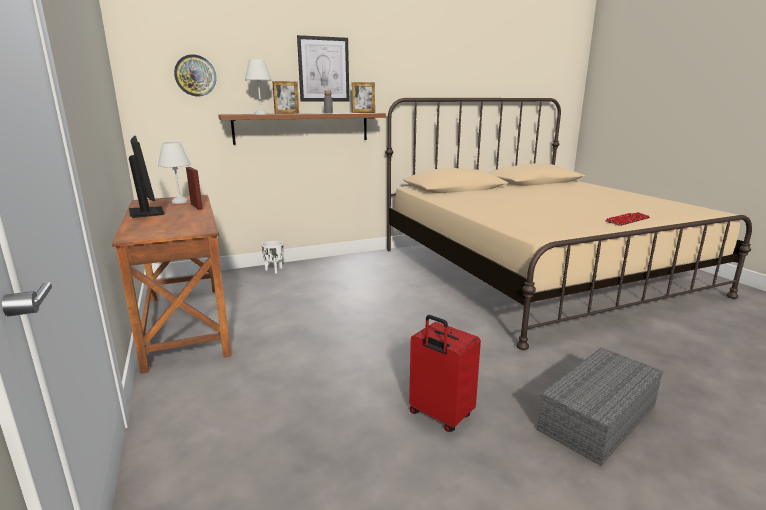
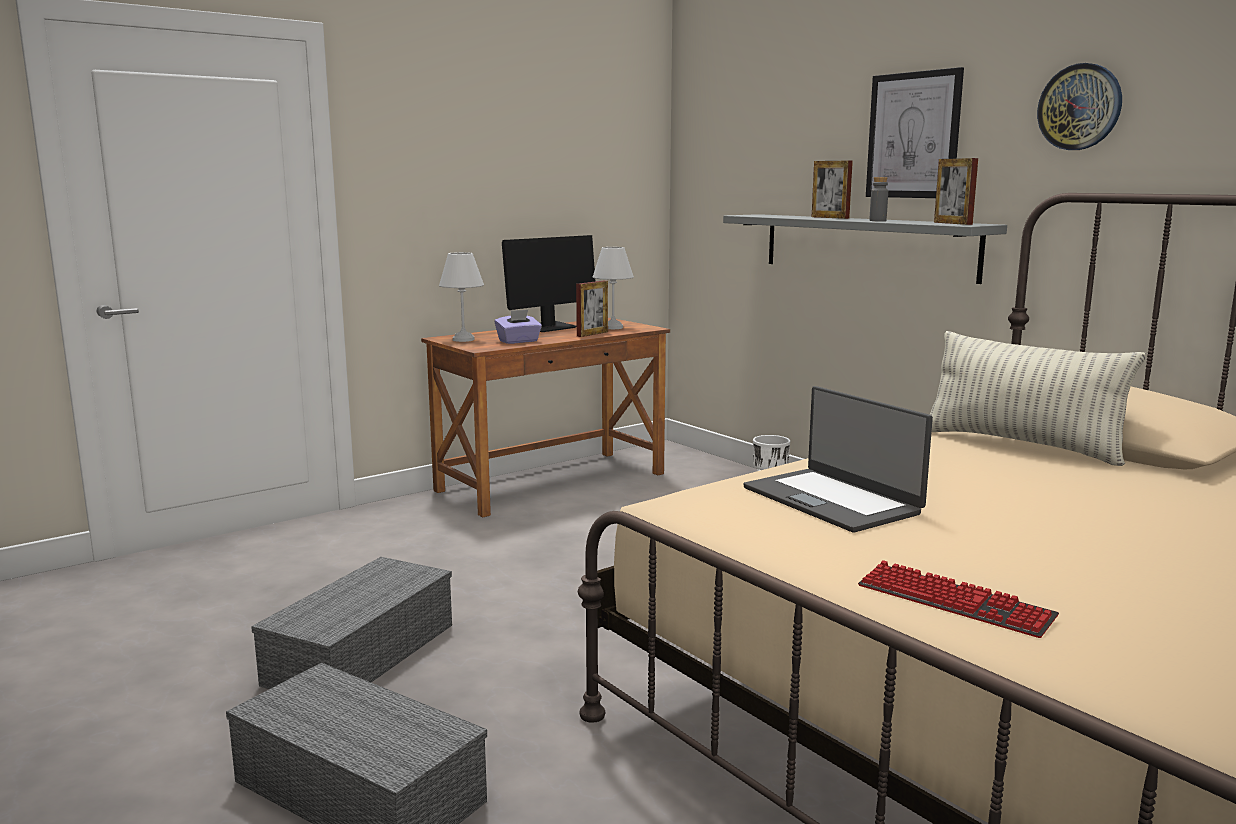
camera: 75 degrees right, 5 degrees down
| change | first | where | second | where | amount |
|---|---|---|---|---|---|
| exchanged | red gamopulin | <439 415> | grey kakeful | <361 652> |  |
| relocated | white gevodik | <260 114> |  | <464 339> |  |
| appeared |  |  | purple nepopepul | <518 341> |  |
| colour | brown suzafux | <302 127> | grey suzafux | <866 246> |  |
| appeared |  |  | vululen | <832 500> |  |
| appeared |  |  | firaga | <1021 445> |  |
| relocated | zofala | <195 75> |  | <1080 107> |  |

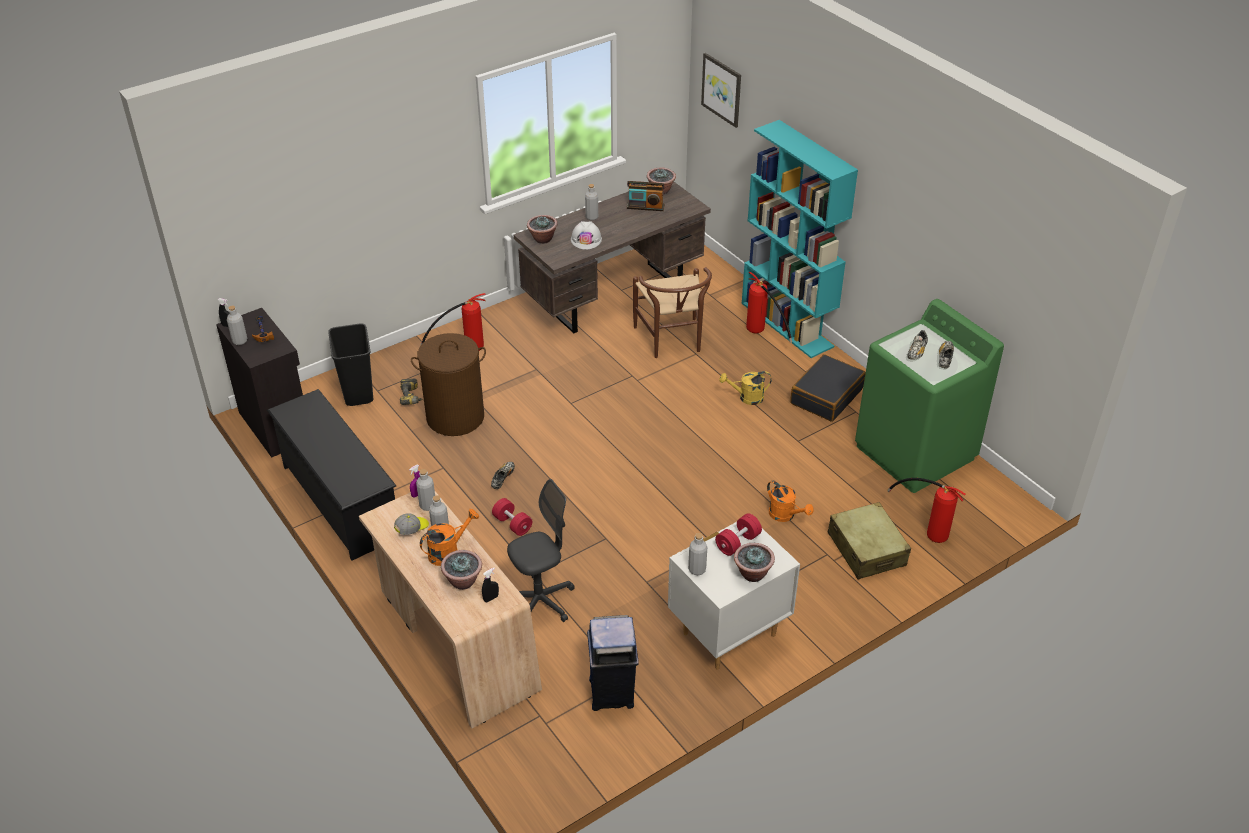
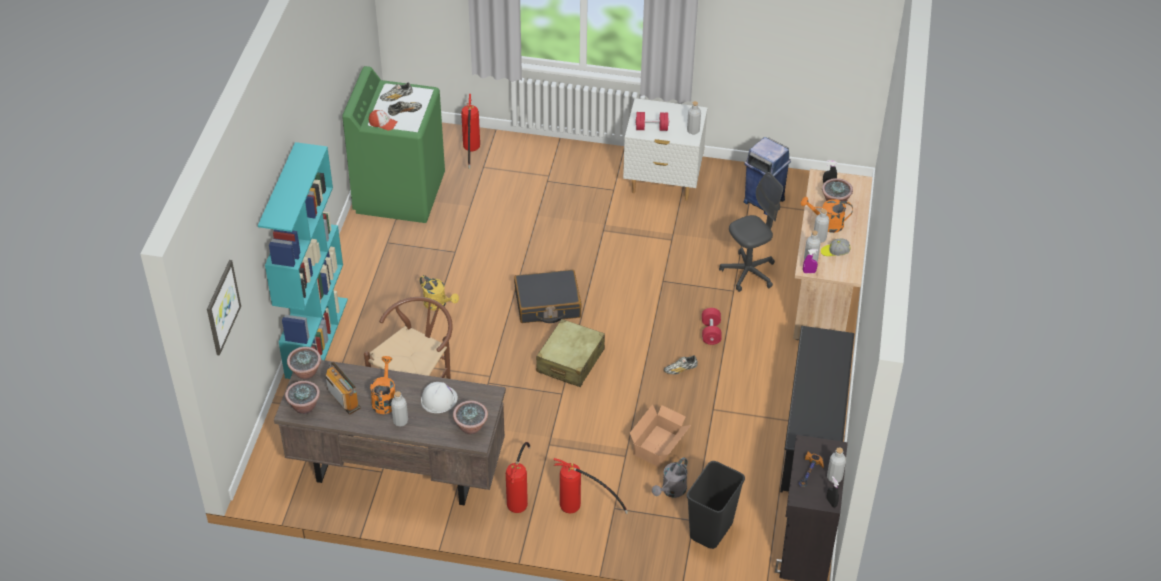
camera: 135 degrees left, 5 degrees up
| change | first | where | second | where | amount |
|---|---|---|---|---|---|
| relocated | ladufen | <752 573> |  | <306 373> |  |
| appeared |  |  | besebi | <383 123> |  |
| relocated | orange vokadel | <785 515> |  | <384 399> |  |
| relocated | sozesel | <761 334> |  | <520 496> |  |
| relocated | black gamopulin | <826 396> |  | <547 304> |  |
| relocated | beige gamopulin | <866 549> |  | <570 361> |  |
| exchanged | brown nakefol | <455 417> | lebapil | <659 446> |  |
| exchanged | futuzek | <413 397> | grey vokadel | <671 491> |  |
| spun | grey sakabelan | <540 601> |  | <748 272> | 135 degrees clockwise |

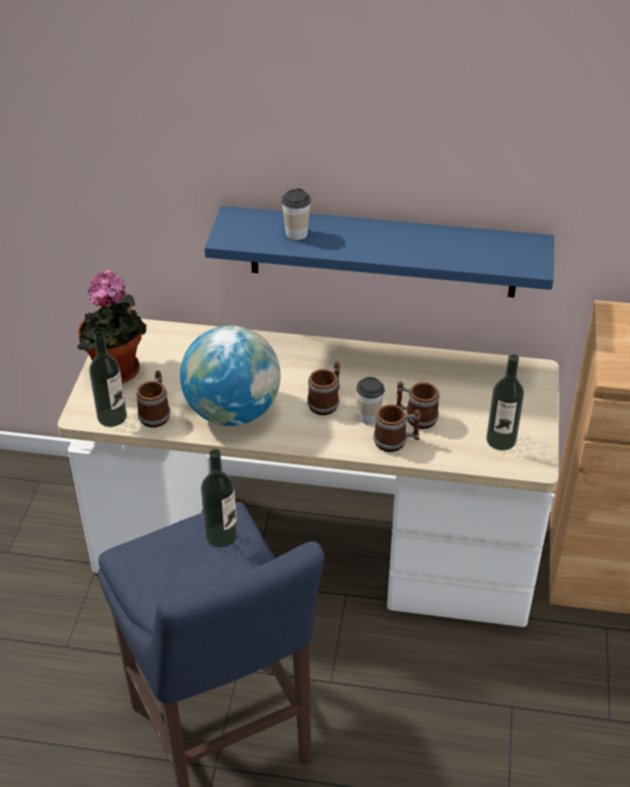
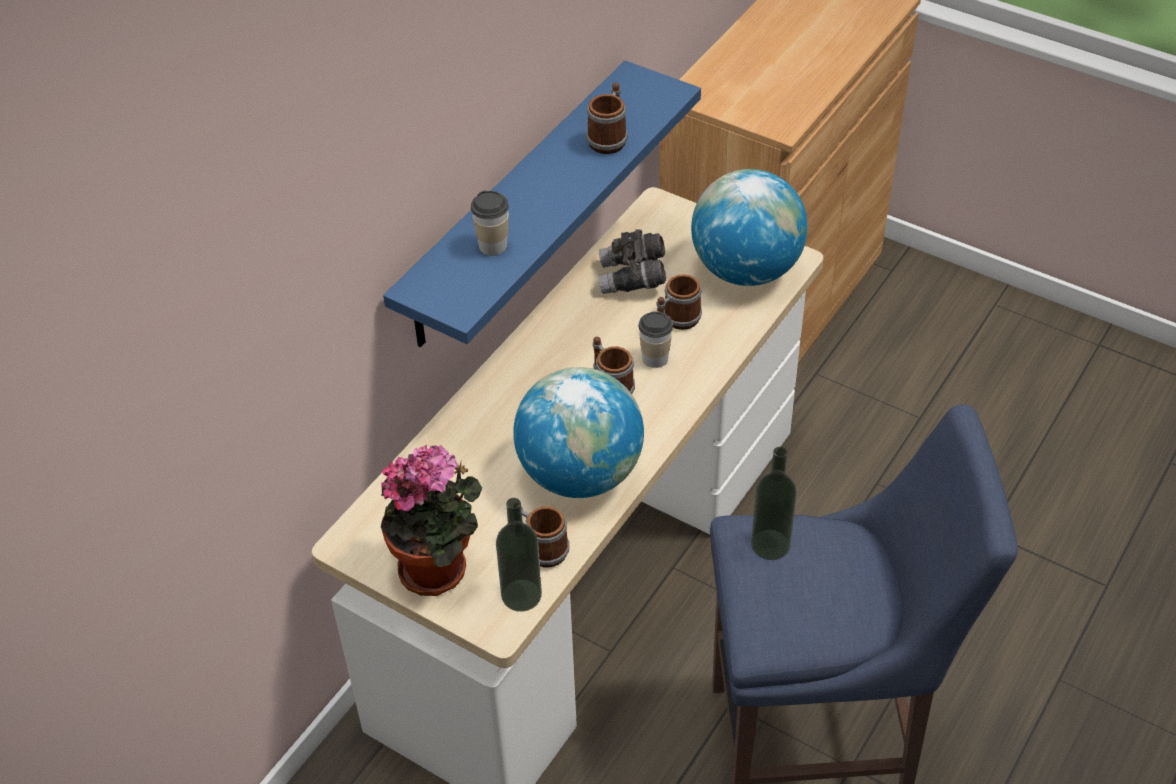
camera: 65 degrees left, 5 degrees up
| change | first | where | second | where | amount |
|---|---|---|---|---|---|
| relocated | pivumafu | <396 441> |  | <609 138> |  |
| appeared |  |  | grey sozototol | <632 278> |  |
| exchanged | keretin | <501 440> | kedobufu | <745 270> |  |

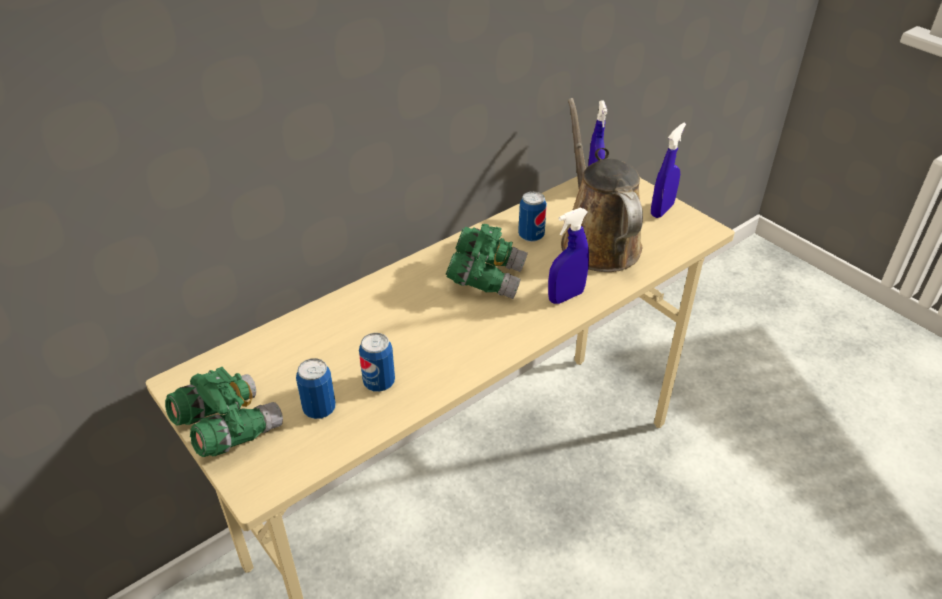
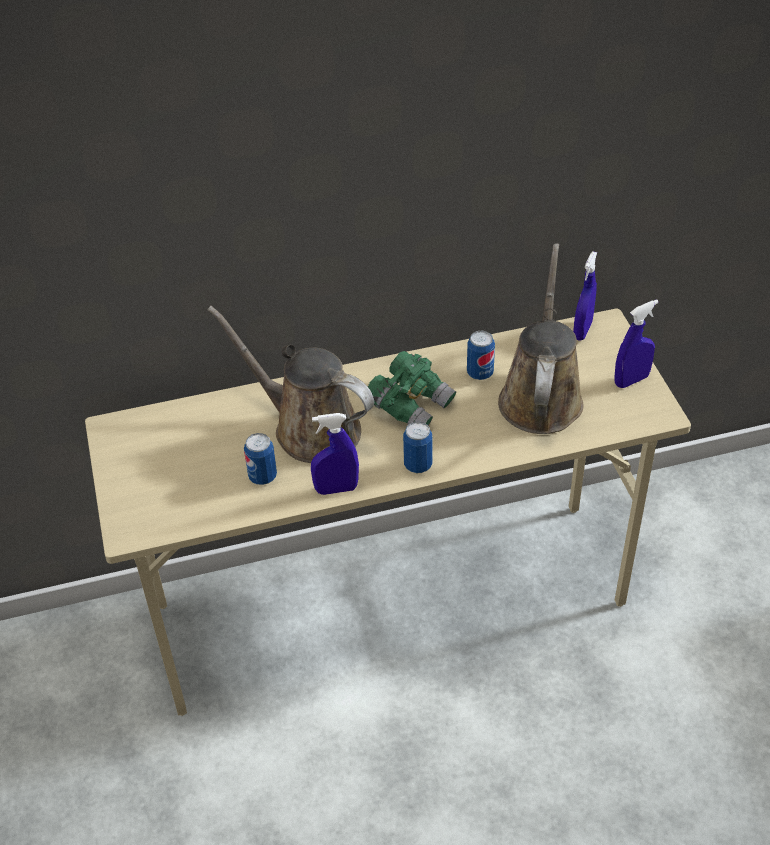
camera: 25 degrees right, 5 degrees up
| change | first | where | second | where | amount |
|---|---|---|---|---|---|
| appeared |  |  | brown vokadel | <309 428> |  |
| relocated | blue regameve | <566 296> |  | <336 489> |  |
| relocated | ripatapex | <319 409> |  | <418 465> |  |
| missing | green sozototol | <227 428> |  |  |  |

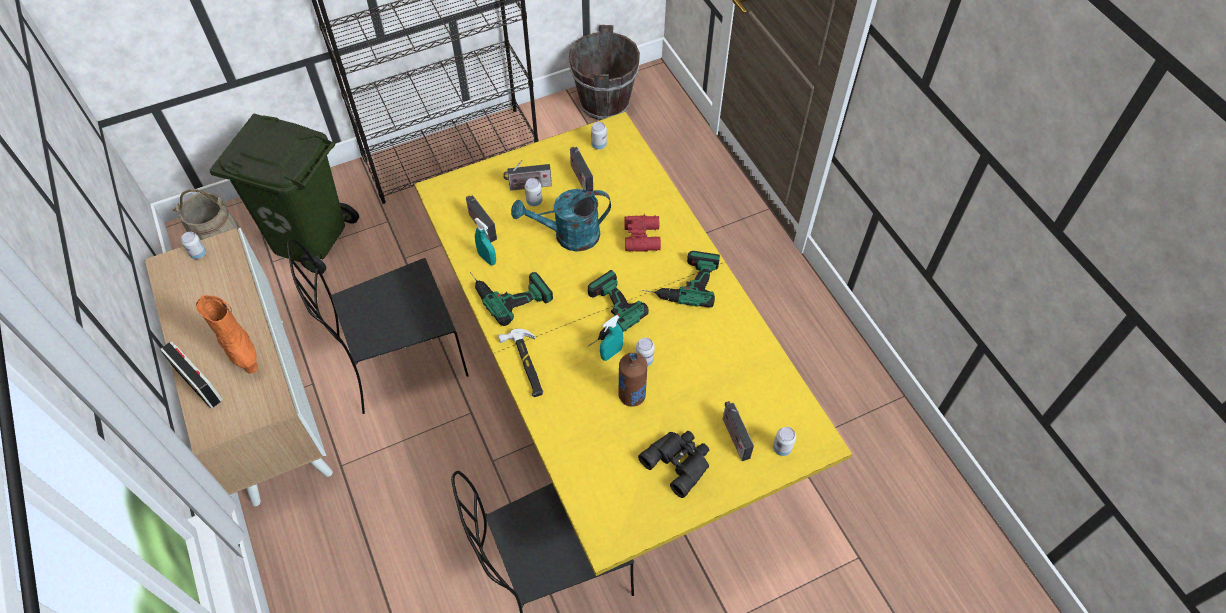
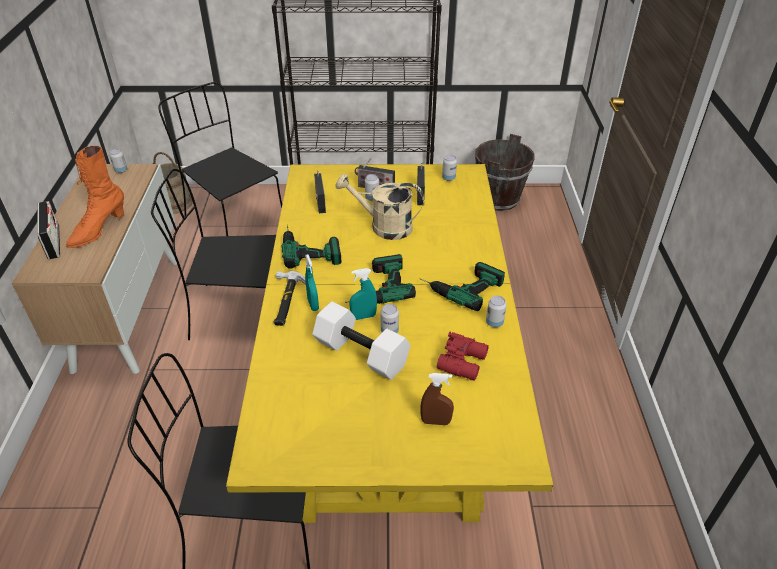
camera: 25 degrees right, 15 degrees down
| change | first | where | second | where | amount |
|---|---|---|---|---|---|
| spun | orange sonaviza | <239 348> |  | <98 230> | 135 degrees counterclockwise |
| exchanged | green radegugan | <310 237> | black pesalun | <233 219> |  |
| relocated | turquoise regameve | <487 258> |  | <313 304> |  |
| exchanged | brown keretin | <632 396> | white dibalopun | <359 354> |  |
| colour | turquoise vokadel | <568 236> | beige vokadel | <383 227> |  |
| exchanged | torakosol | <734 436> | brown regameve | <435 421> |  |
| relocated | red sozototol | <643 237> |  | <463 362> |  |
| relocated | ripatapex | <782 448> |  | <494 323> |  |
| missing | black sozototol | <679 461> |  |  |  |

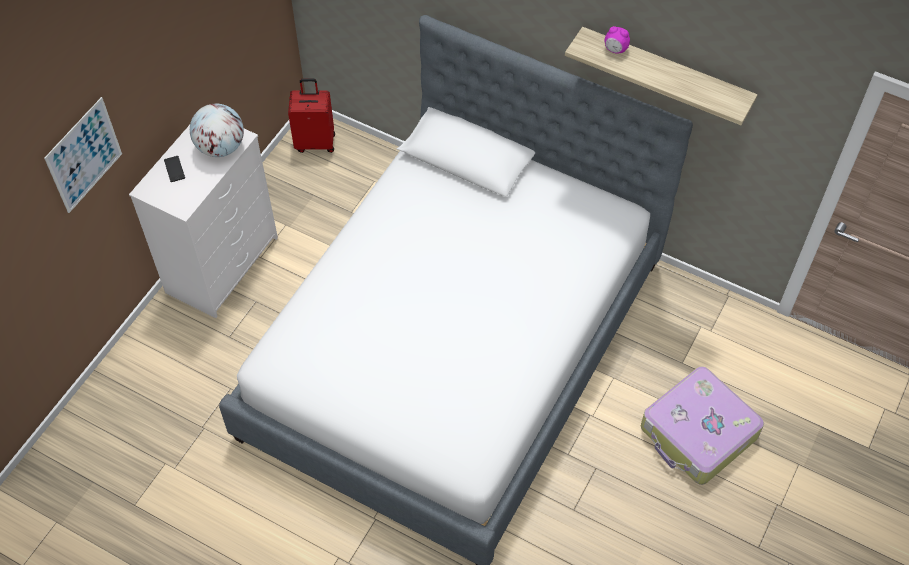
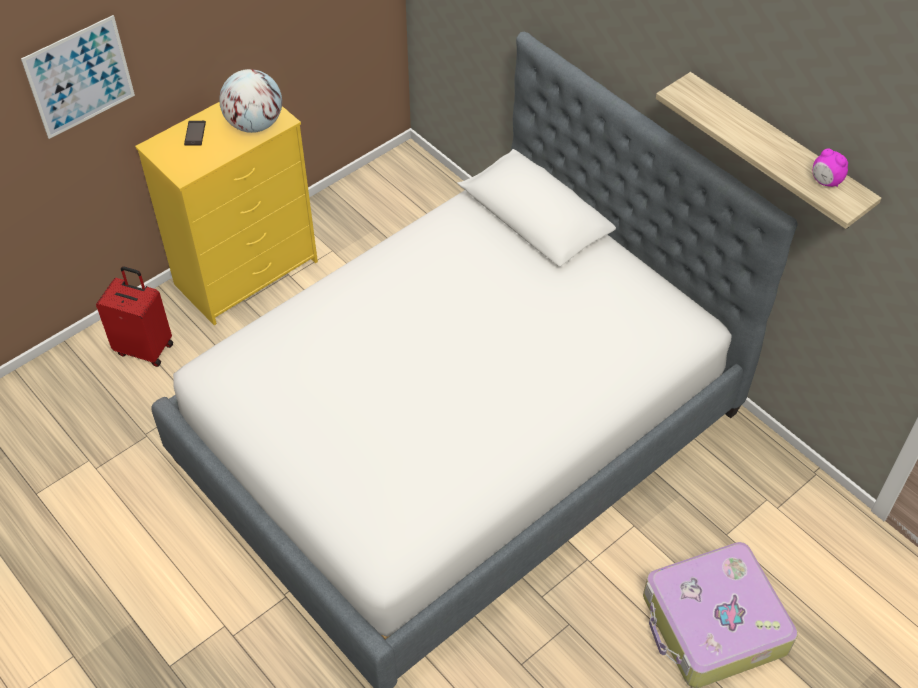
camera: 20 degrees right, 5 degrees down
| change | first | where | second | where | amount |
|---|---|---|---|---|---|
| relocated | red gamopulin | <315 142> |  | <145 348> |  |
| colour | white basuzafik | <223 264> | yellow basuzafik | <247 272> |  |
| relocated | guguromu | <615 50> |  | <825 182> |  |

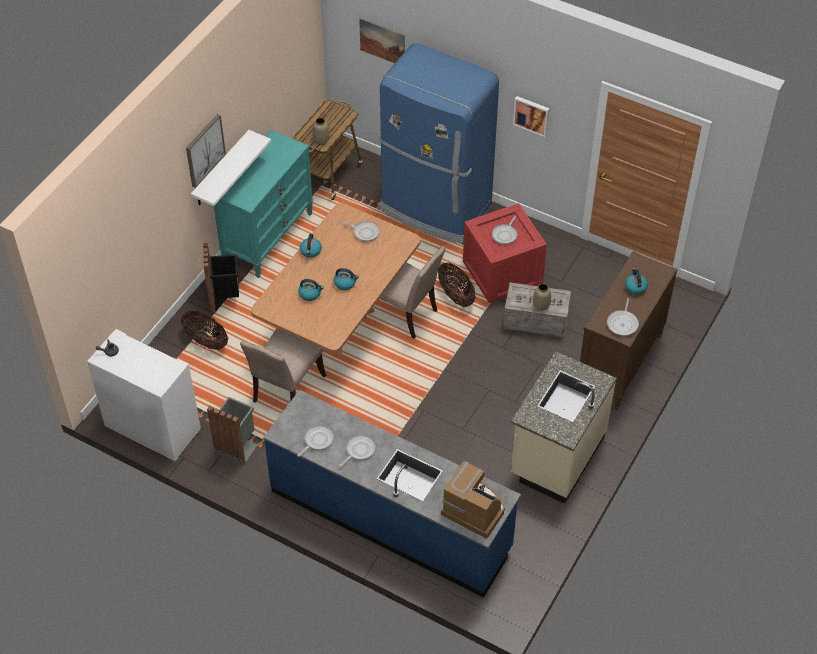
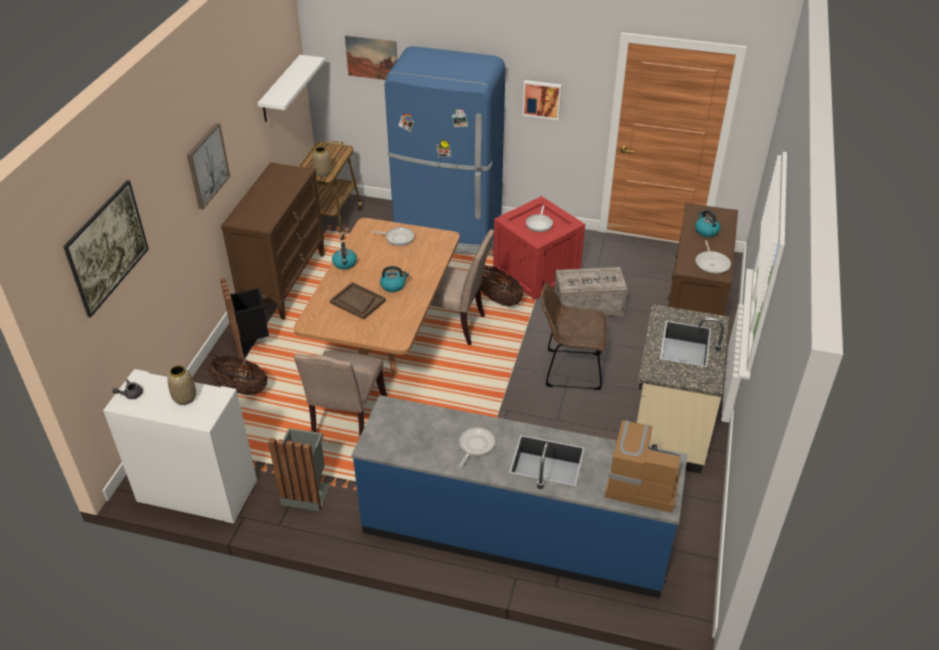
camera: 15 degrees left, 10 degrees down
| change | first | where | second | where | amount |
|---|---|---|---|---|---|
| appeared |  |  | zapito | <113 264> |  |
| relocated | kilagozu | <541 305> |  | <184 398> |  |
| colour | turquoise basuzafik | <268 237> | brown basuzafik | <284 282> |  |
| relocated | white suzafux | <221 169> |  | <281 89> |  |
| exchanged | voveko | <310 294> | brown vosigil | <357 302> |  |
| appeared |  |  | brown pesalun | <569 369> |  |
| missing | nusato | <317 440> |  |  |  |

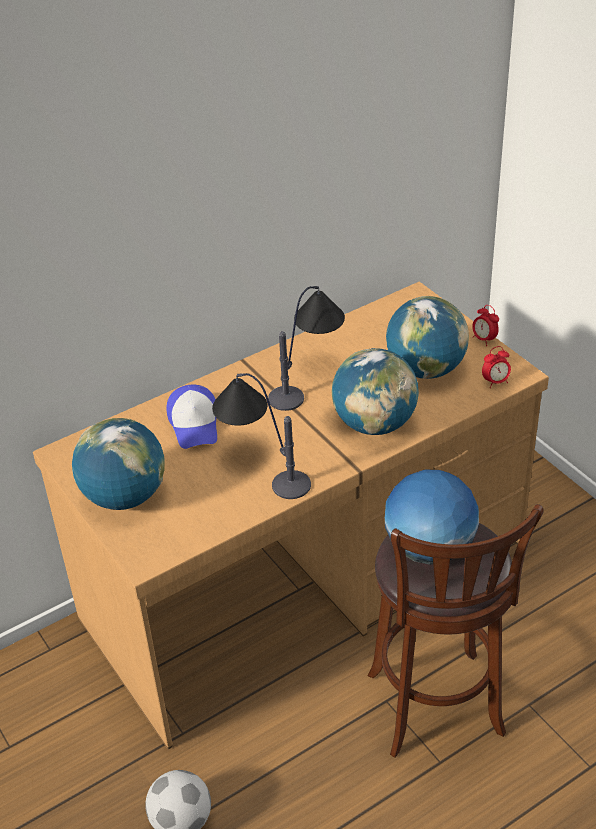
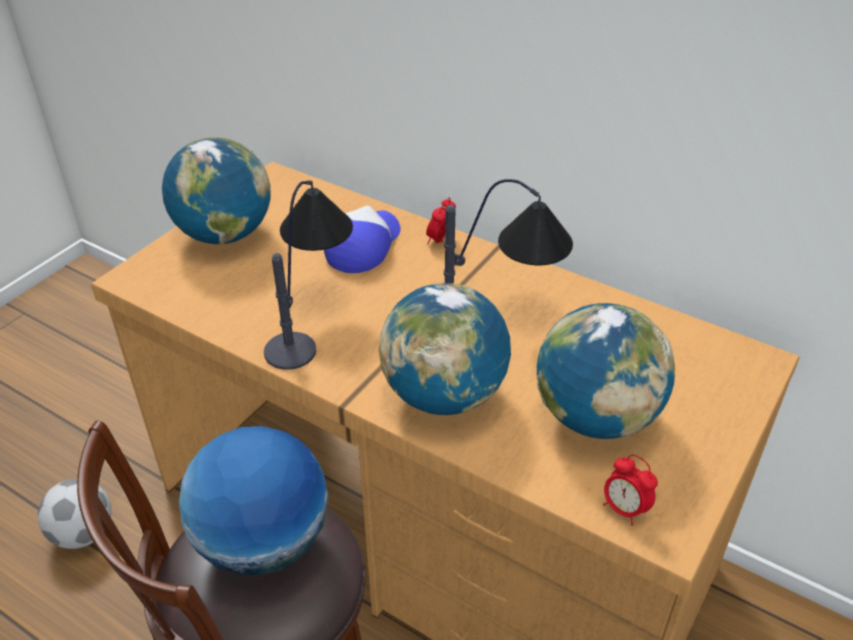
camera: 65 degrees right, 0 degrees up
| change | first | where | second | where | amount |
|---|---|---|---|---|---|
| spun | besebi | <195 424> |  | <363 245> | 150 degrees clockwise |
| relocated | guguromu | <484 339> |  | <440 241> |  |

